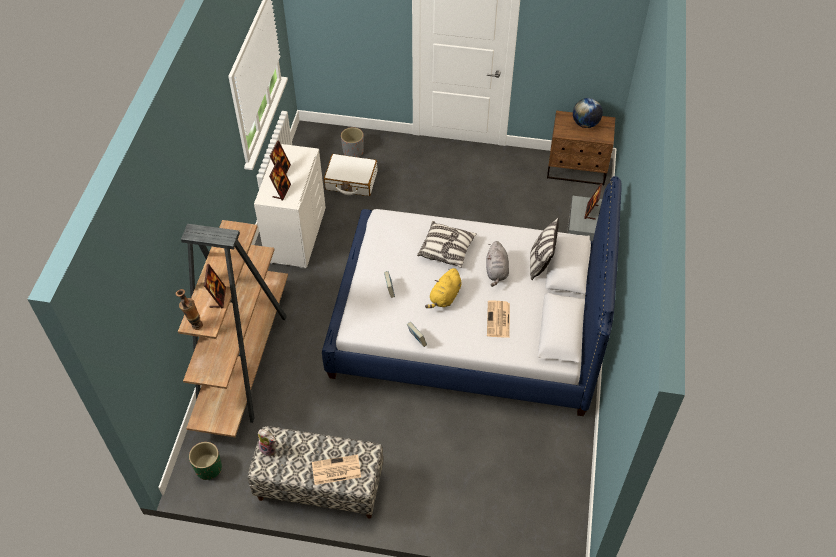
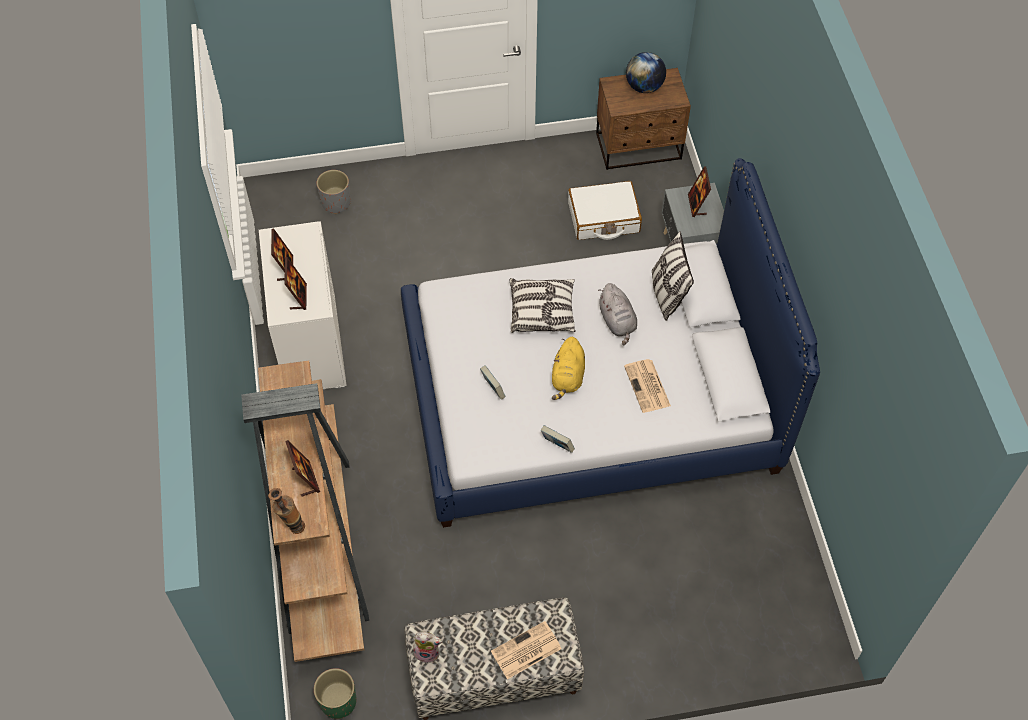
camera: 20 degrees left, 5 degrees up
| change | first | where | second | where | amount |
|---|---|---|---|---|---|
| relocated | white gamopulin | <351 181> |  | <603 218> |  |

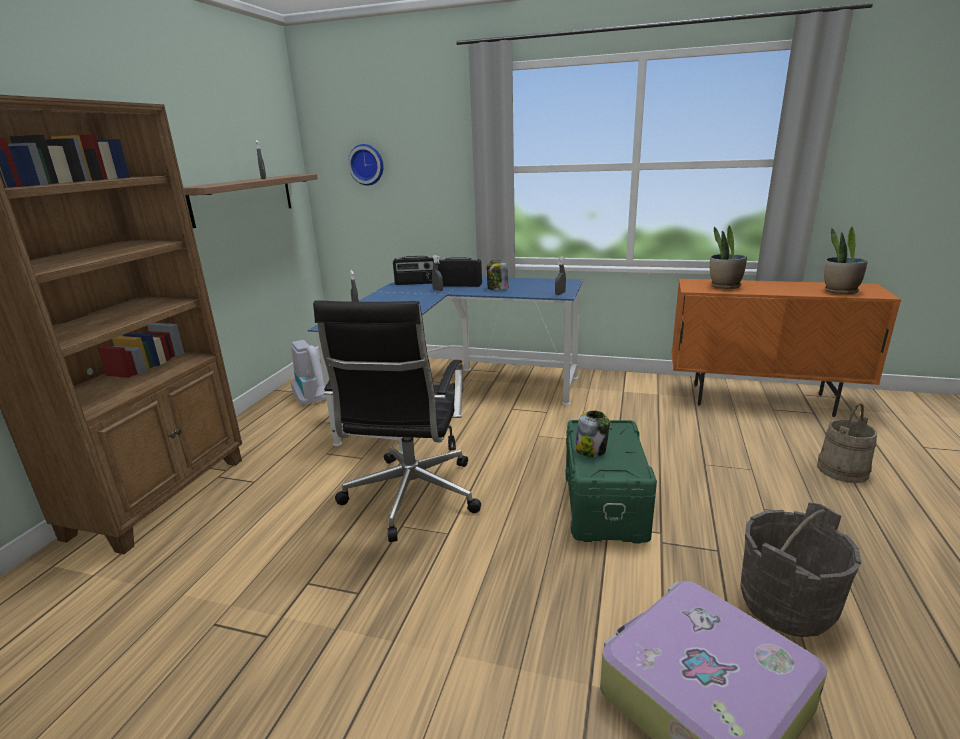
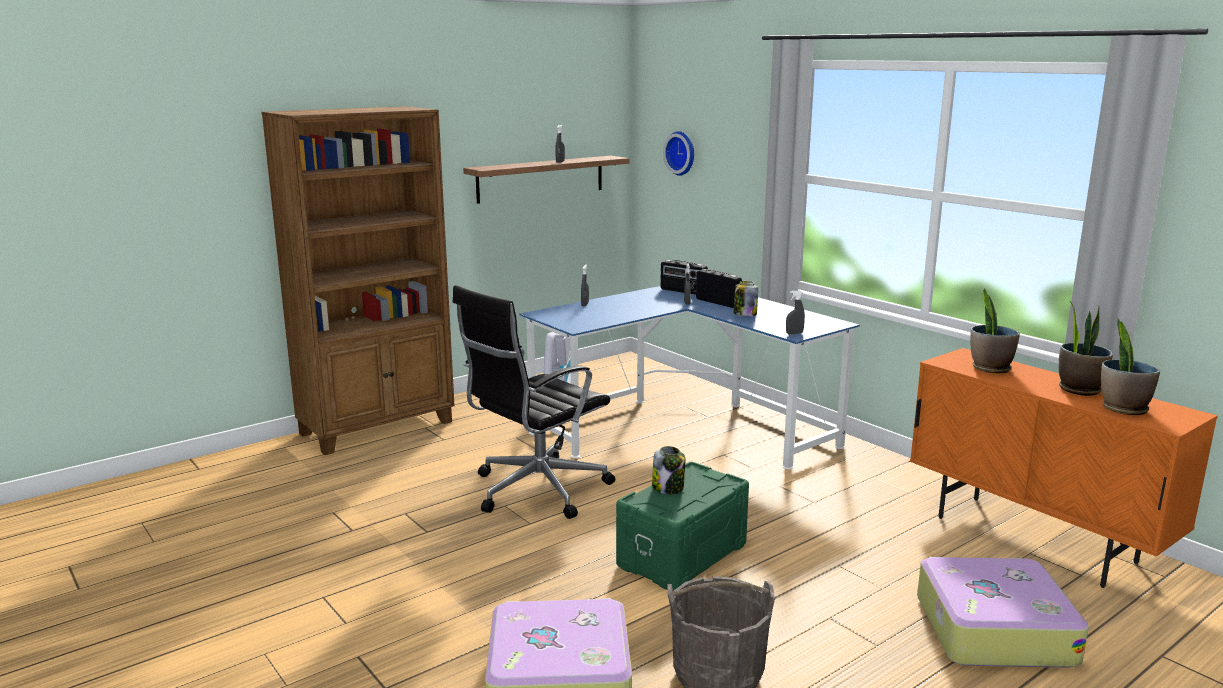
camera: 35 degrees right, 5 degrees down
| change | first | where | second | where | amount |
|---|---|---|---|---|---|
| exchanged | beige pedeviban | <842 470> | gamopulin | <992 629> |  |
| appeared |  |  | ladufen | <1079 389> |  |

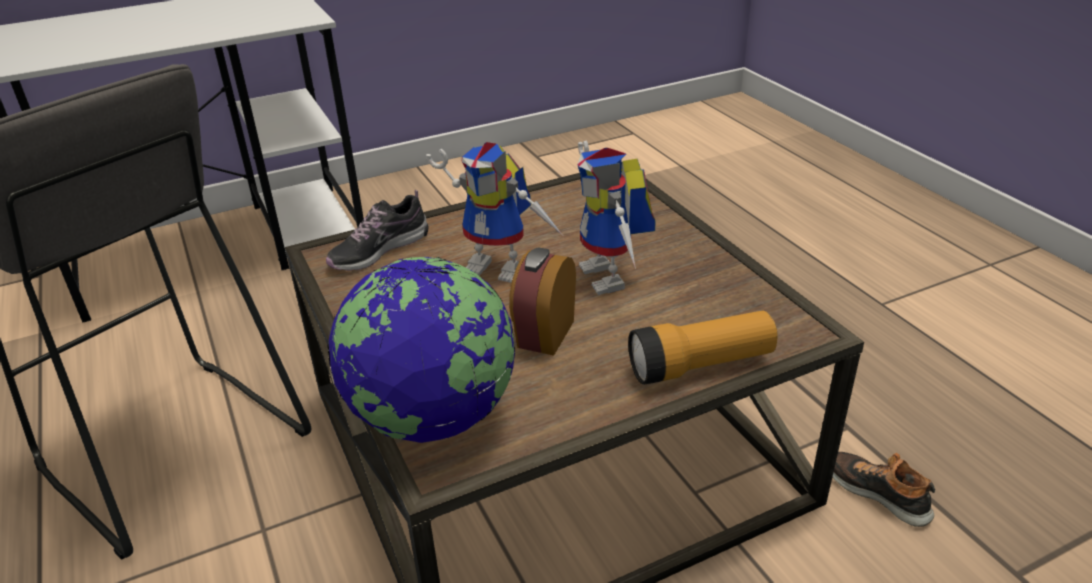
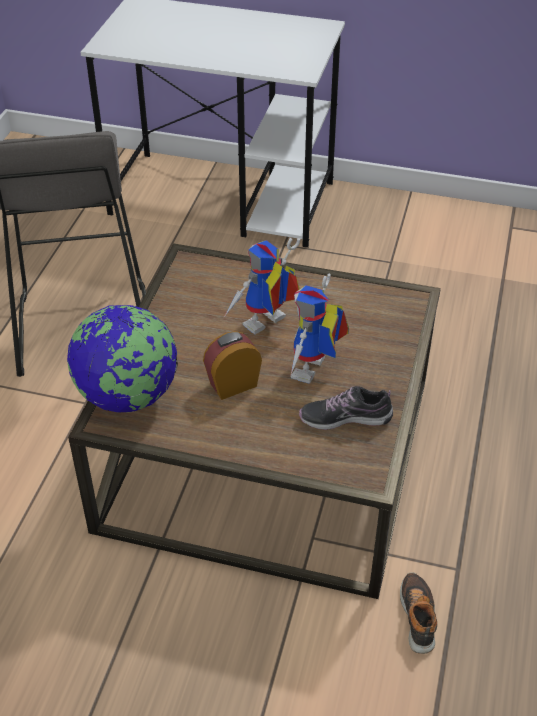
camera: 40 degrees right, 10 degrees up
| change | first | where | second | where | amount |
|---|---|---|---|---|---|
| spun | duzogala | <503 266> |  | <265 327> | 75 degrees clockwise |
| relocated | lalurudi | <379 250> |  | <345 418> |  |
| missing | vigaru | <700 365> |  |  |  |

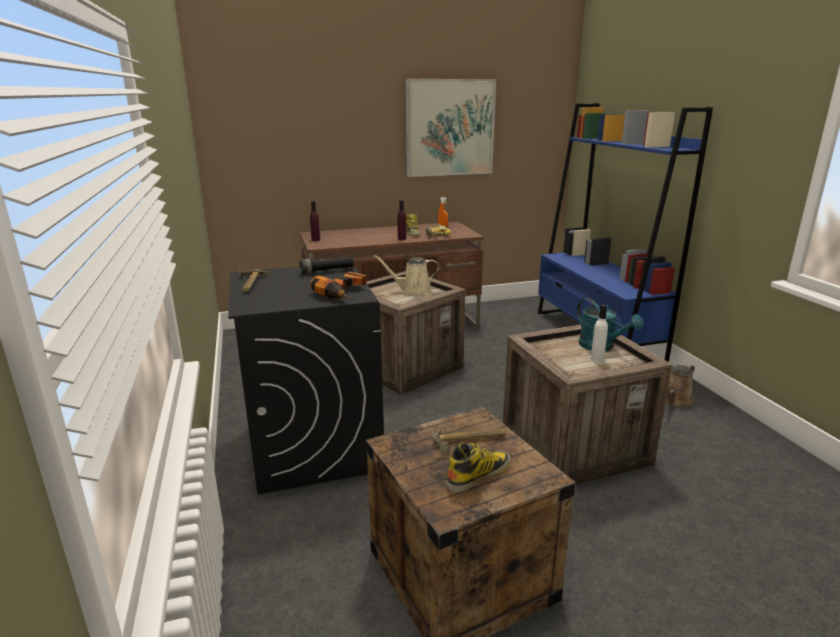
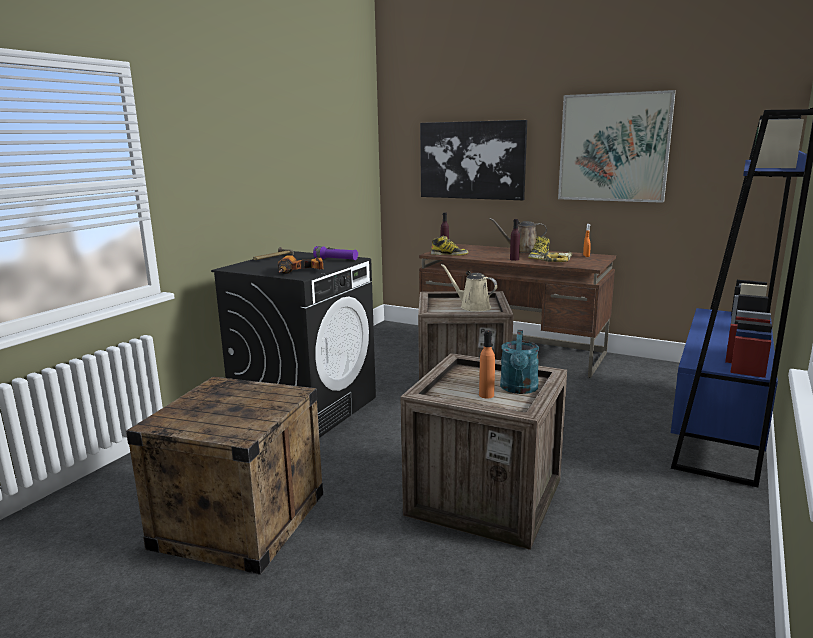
camera: 45 degrees right, 5 degrees down
| change | first | where | second | where | amount |
|---|---|---|---|---|---|
| colour | black vigaru | <327 271> | purple vigaru | <335 259> |  |
| appeared |  |  | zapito | <472 160> |  |
| relocated | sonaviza | <478 474> |  | <449 254> |  |
| colour | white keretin | <597 359> | orange keretin | <486 395> |  |
| relocated | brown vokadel | <674 401> |  | <522 251> |  |
| missing | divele | <469 441> |  |  |  |

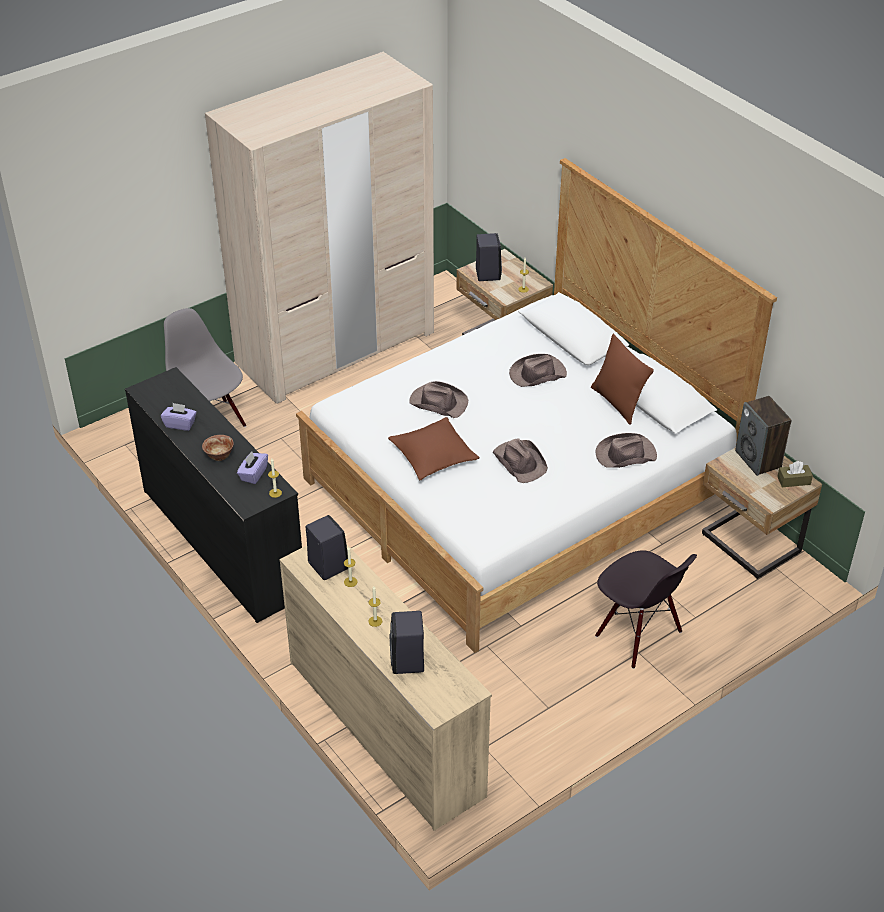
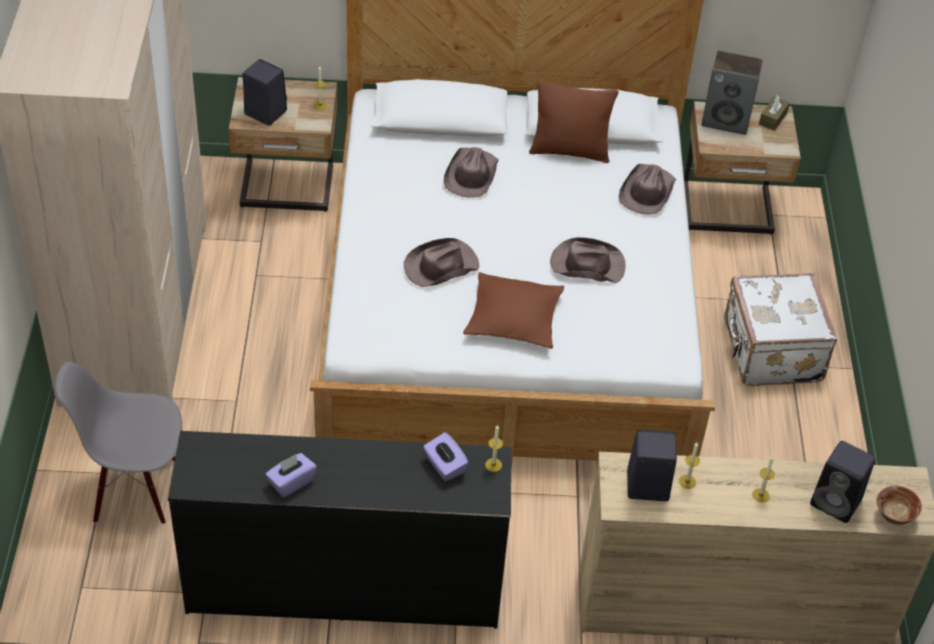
camera: 55 degrees left, 5 degrees up
| change | first | where | second | where | amount |
|---|---|---|---|---|---|
| exchanged | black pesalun | <637 635> | white gamopulin | <770 352> |  |
| relocated | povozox | <219 456> |  | <894 516> |  |

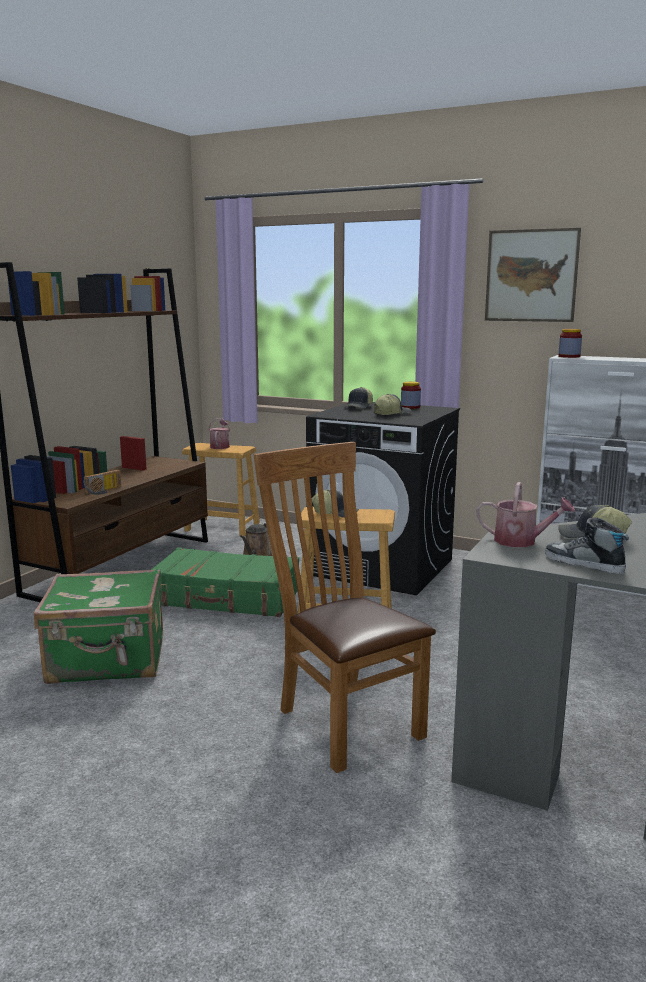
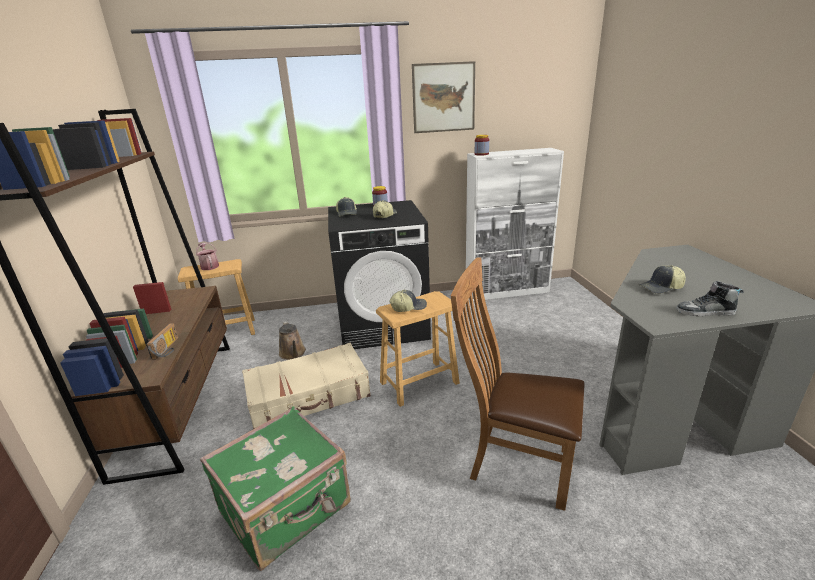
camera: 35 degrees left, 10 degrees up
| change | first | where | second | where | amount |
|---|---|---|---|---|---|
| colour | green gamopulin | <226 597> | beige gamopulin | <309 396> |  |
| missing | vokadel | <521 541> |  |  |  |

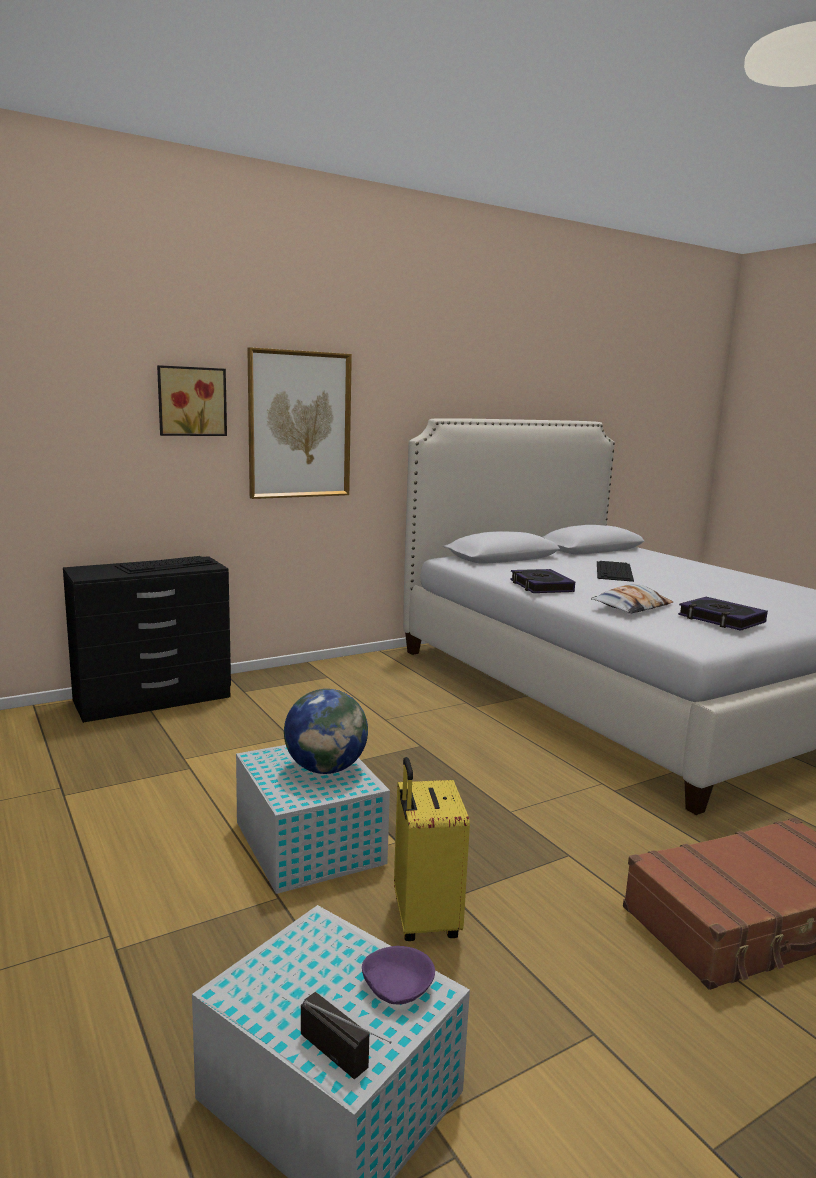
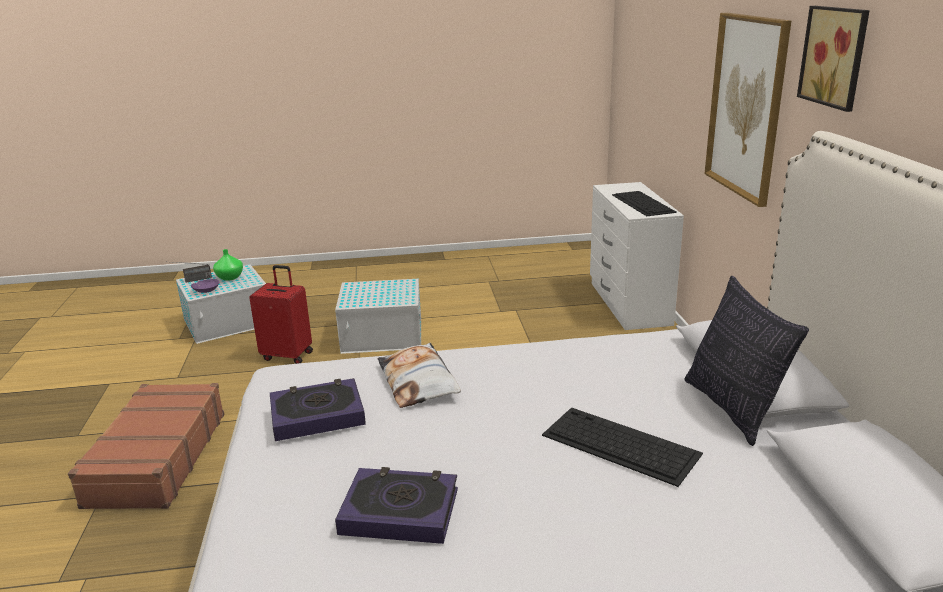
camera: 115 degrees right, 10 degrees up
| change | first | where | second | where | amount |
|---|---|---|---|---|---|
| appeared |  |  | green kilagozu | <230 277> |  |
| colour | yellow gamopulin | <423 919> | red gamopulin | <288 355> |  |
| relocated | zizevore | <541 586> |  | <400 511> |  |
| colour | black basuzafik | <154 699> | white basuzafik | <628 303> |  |
| appeared |  |  | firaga | <732 409> |  |
| relocated | zapito | <191 401> |  | <836 56> |  |
| missing | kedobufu | <326 769> |  |  |  |

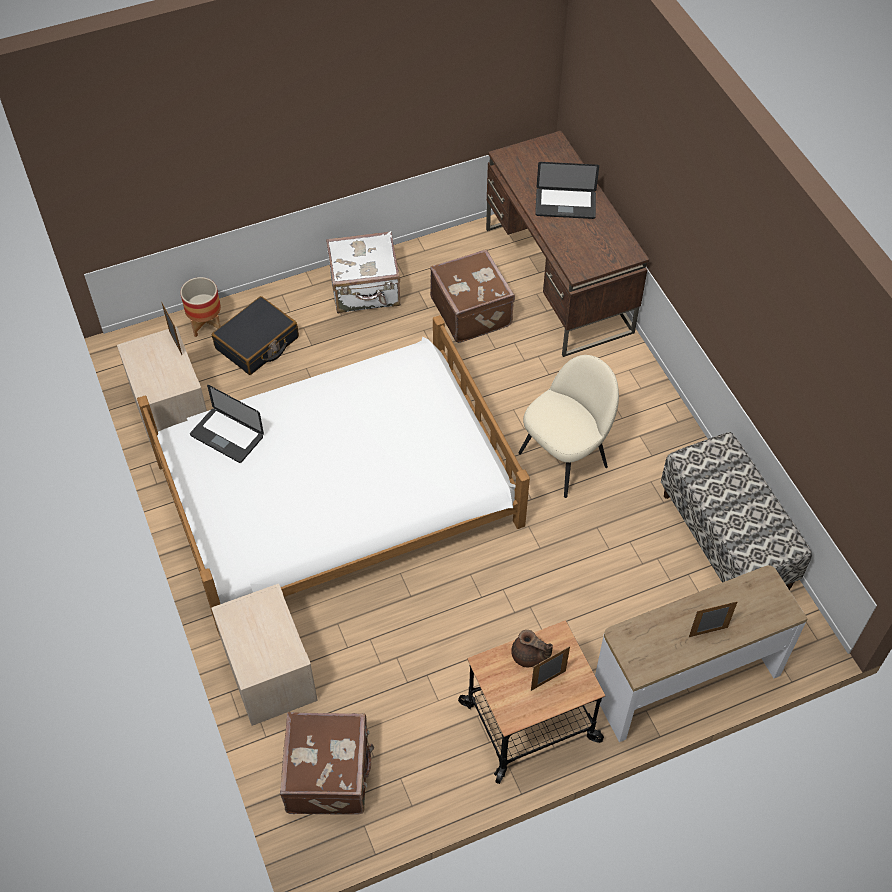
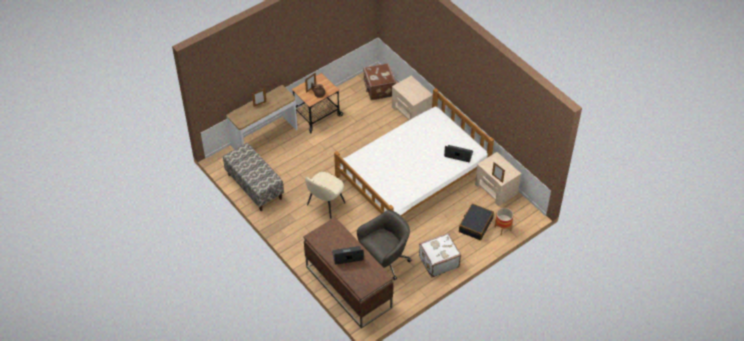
camera: 165 degrees right, 5 degrees down
| change | first | where | second | where | amount |
|---|---|---|---|---|---|
| exchanged | brown gamopulin | <472 311> | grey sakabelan | <384 262> |  |

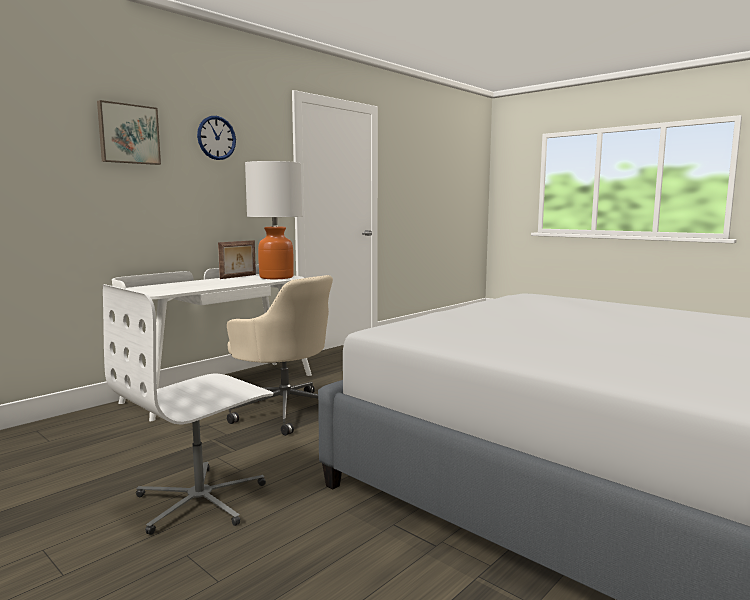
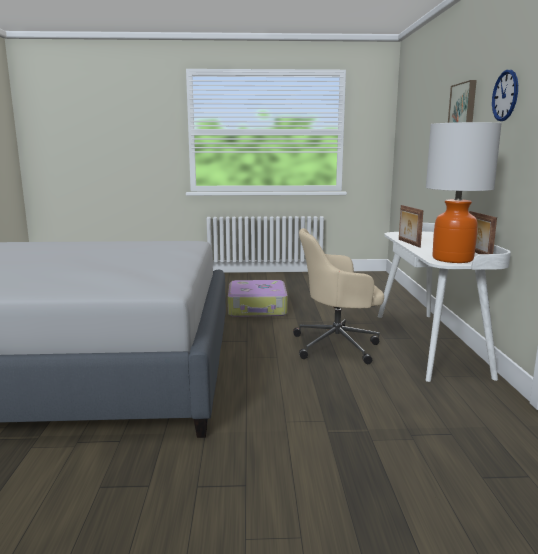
camera: 135 degrees right, 5 degrees up
| change | first | where | second | where | amount |
|---|---|---|---|---|---|
| exchanged | white sakabelan | <201 500> | gamopulin | <258 308> |  |
| appeared |  |  | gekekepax | <408 243> |  |

